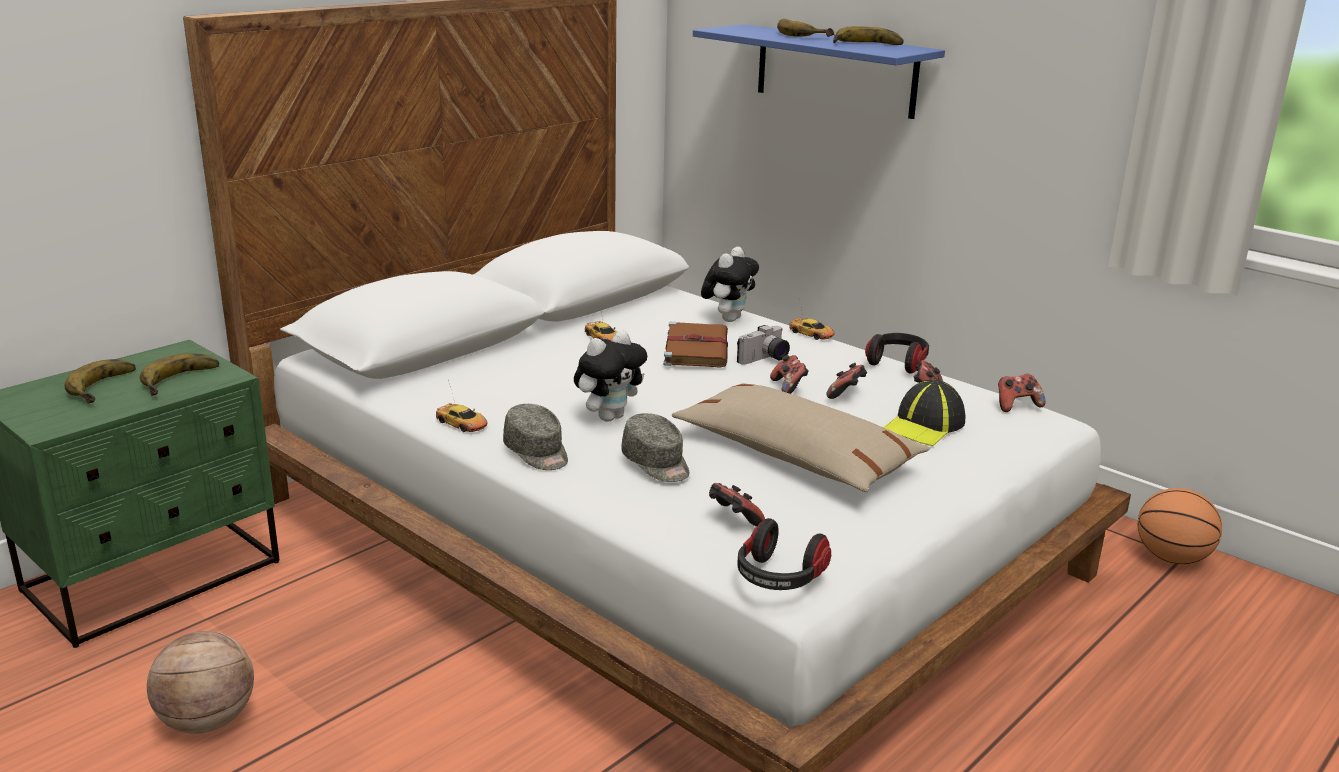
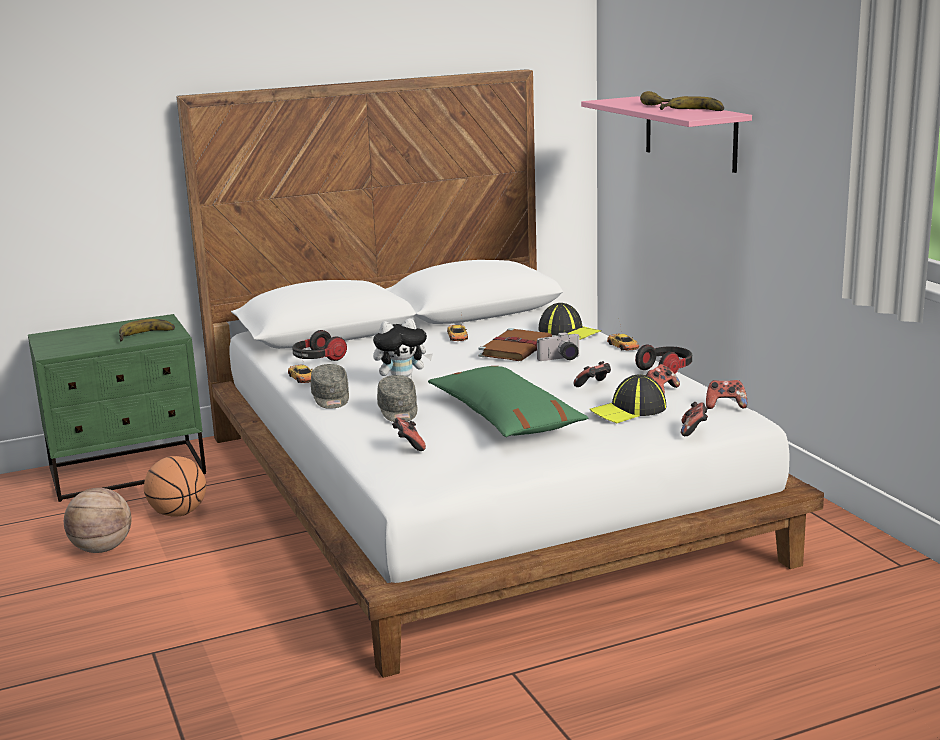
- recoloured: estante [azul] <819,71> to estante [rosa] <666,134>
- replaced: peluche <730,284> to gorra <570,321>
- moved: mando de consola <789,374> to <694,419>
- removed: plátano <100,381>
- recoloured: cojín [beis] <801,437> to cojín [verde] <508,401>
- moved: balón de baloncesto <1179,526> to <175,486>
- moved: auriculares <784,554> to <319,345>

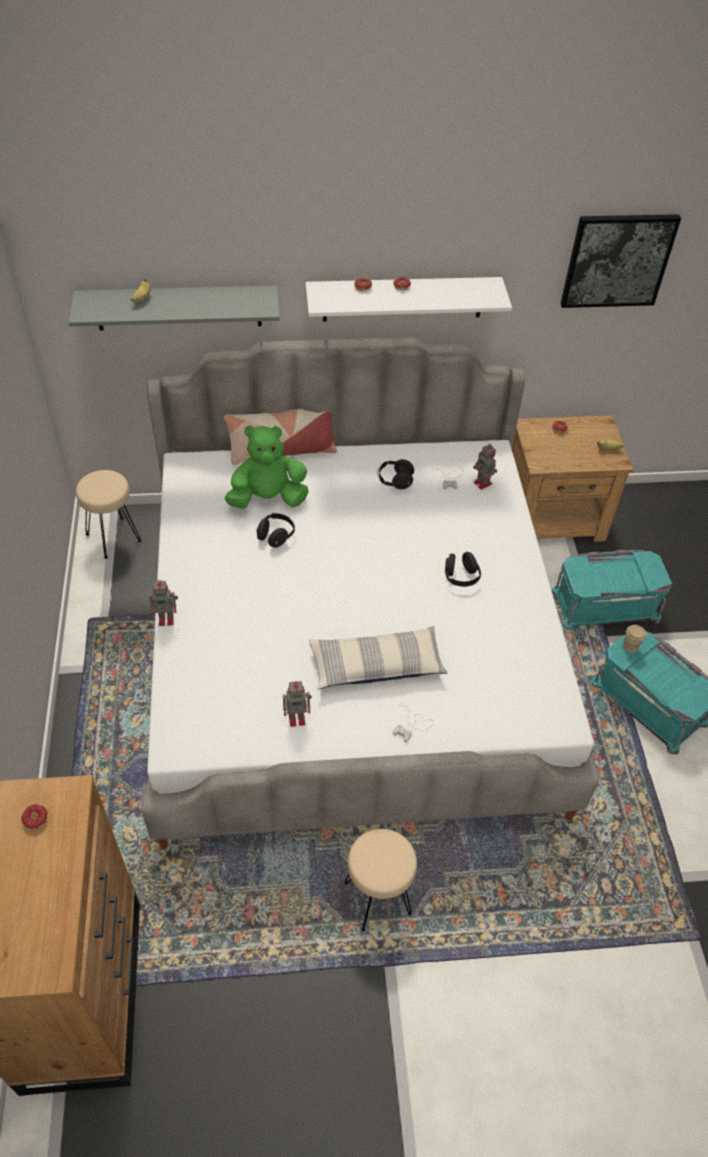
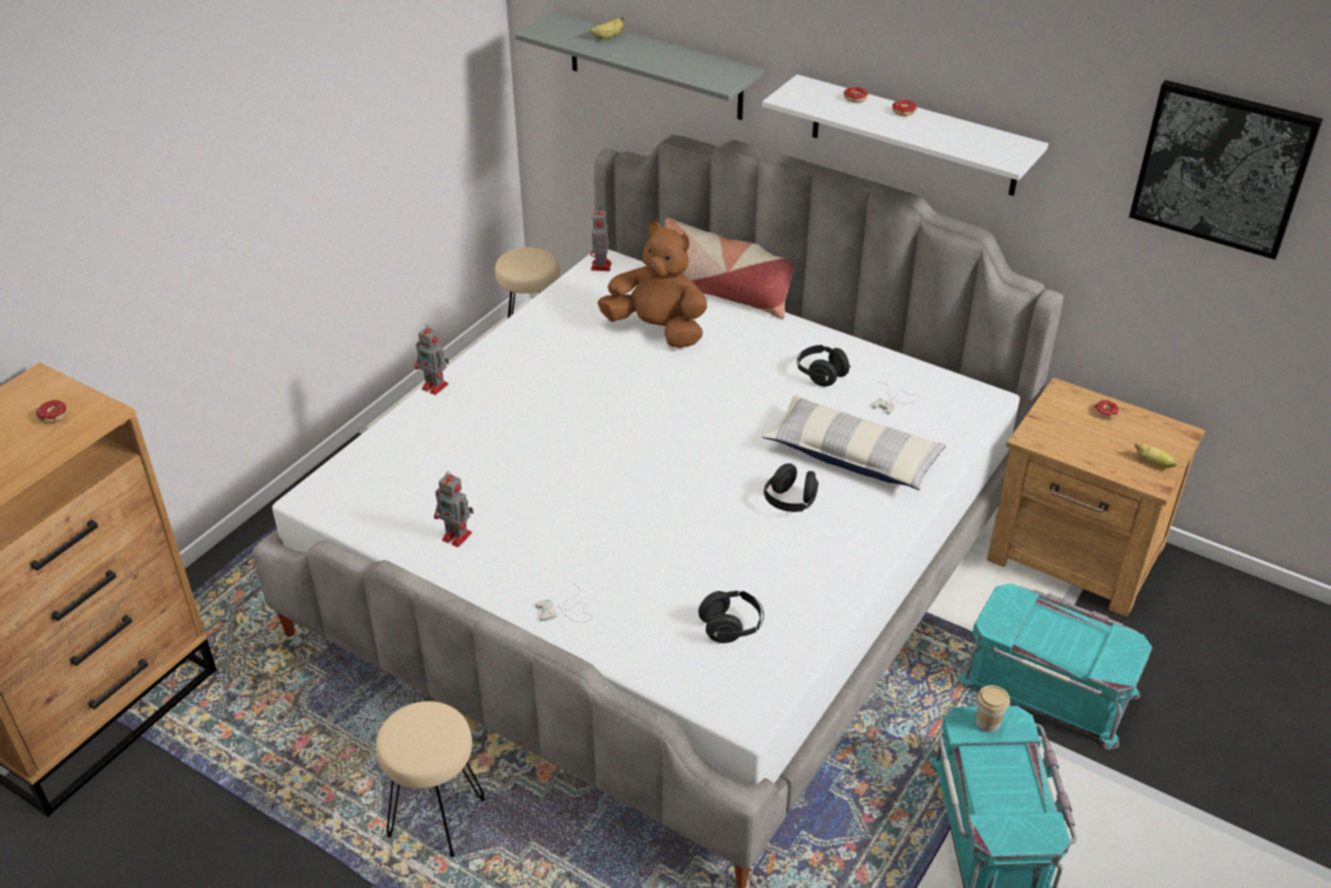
- recoloured: peluche [verde] <267,467> to peluche [marrón] <652,284>
- moved: robot de juguete <485,466> to <601,238>
- moved: auriculares [negro] <275,530> to <731,617>
- moved: cojín <378,658> to <854,442>

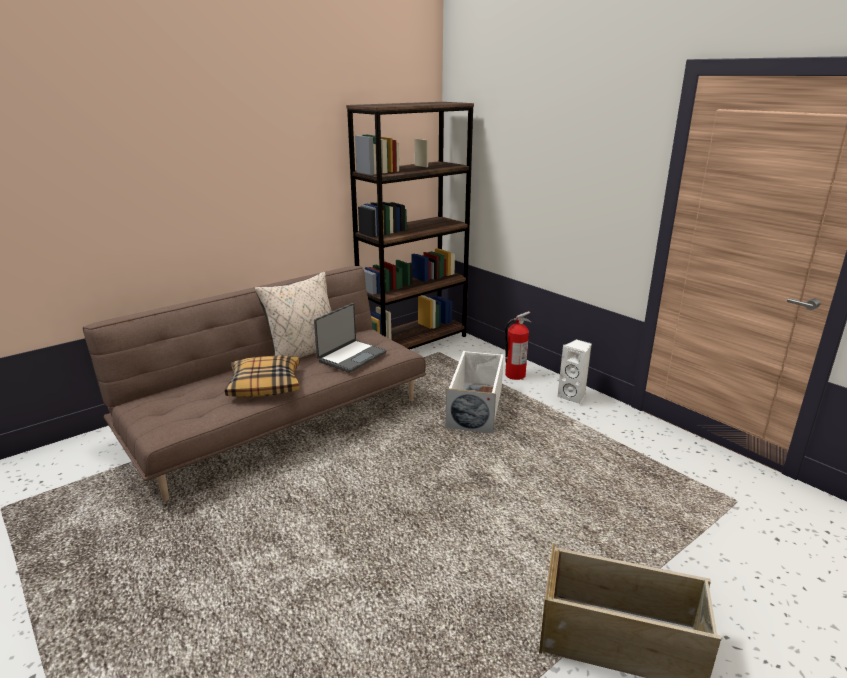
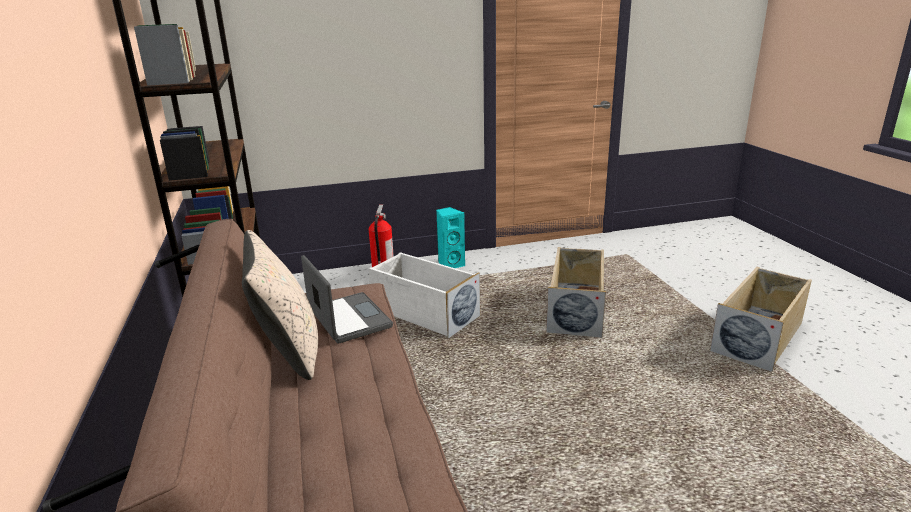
- recoloured: altavoz [blanco] <574,372> to altavoz [turquesa] <451,237>
- removed: cojín <262,376>
- added: caja de almacenaje [beis] <576,292>

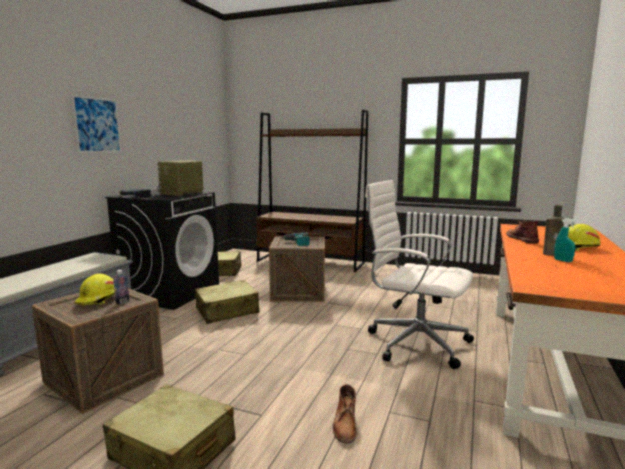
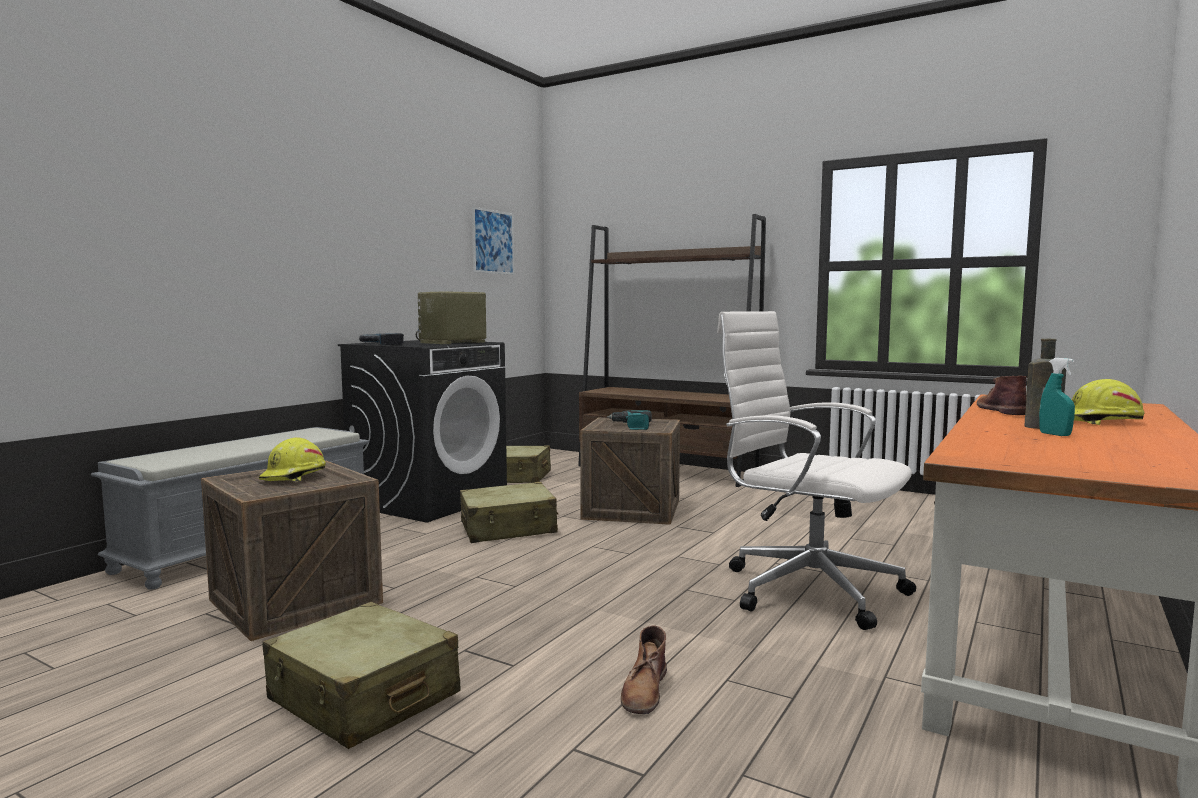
- moved: cuadro <96,124> to <493,241>
- removed: botella <121,287>

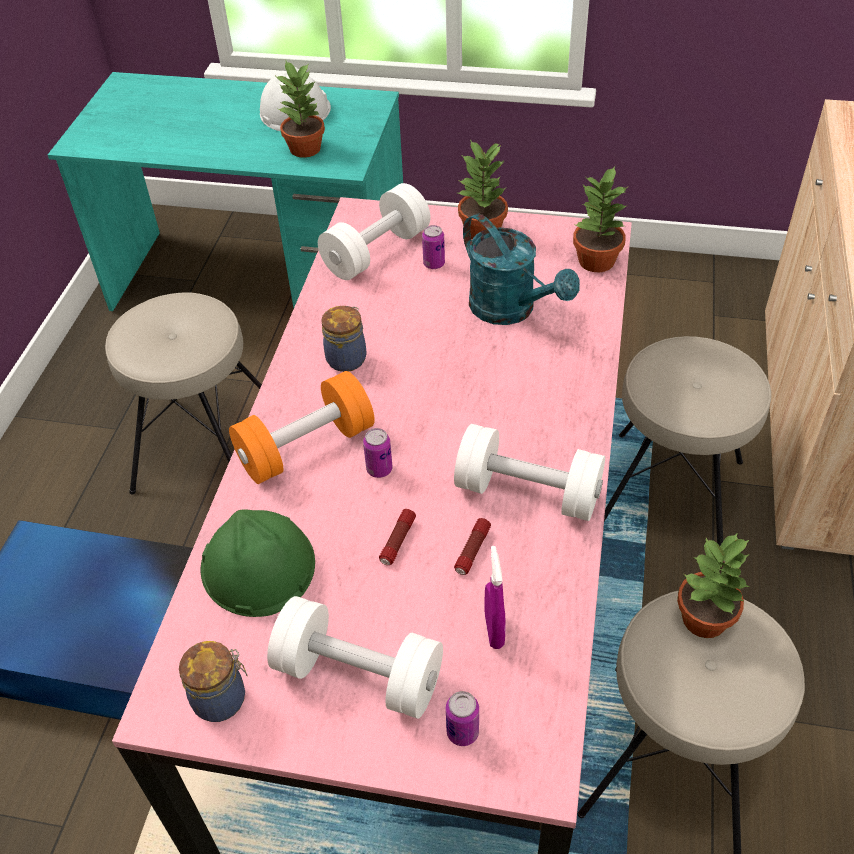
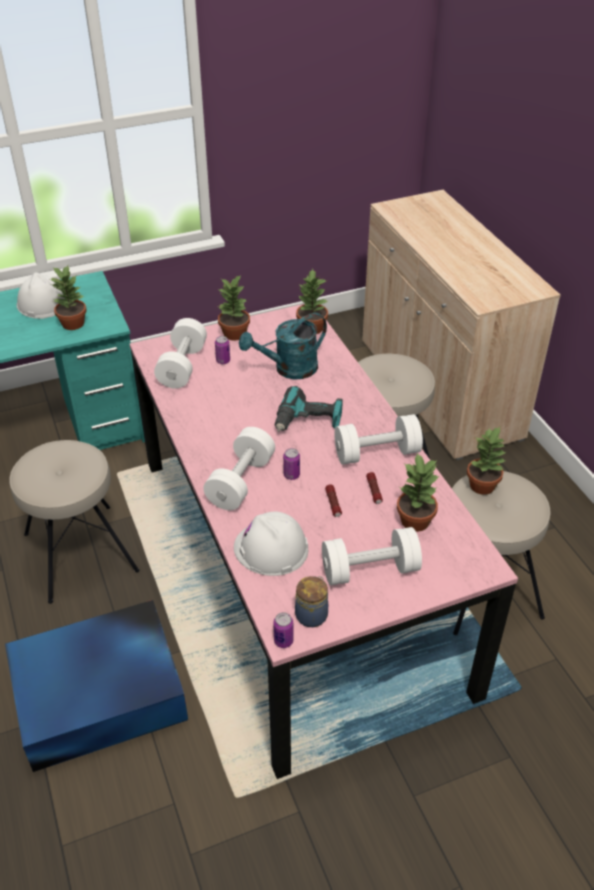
- turned: regadera [turquesa] <521,269> = <283,346> 135 degrees clockwise
- removed: tarro <343,339>
- recoloured: mancuerna [naranja] <302,427> to mancuerna [blanco] <239,468>
- recoloured: casco [verde] <258,563> to casco [blanco] <271,543>
- replaced: pulverizador [morado] <495,597> to planta en maceta <418,492>
- moved: lata <462,718> to <283,630>
- added: taladro <308,409>

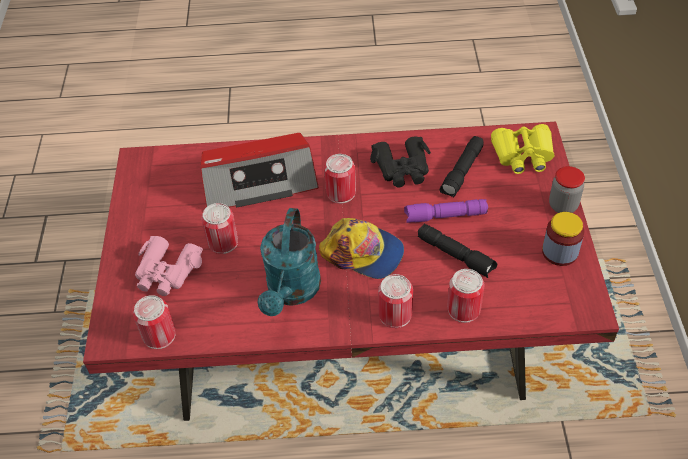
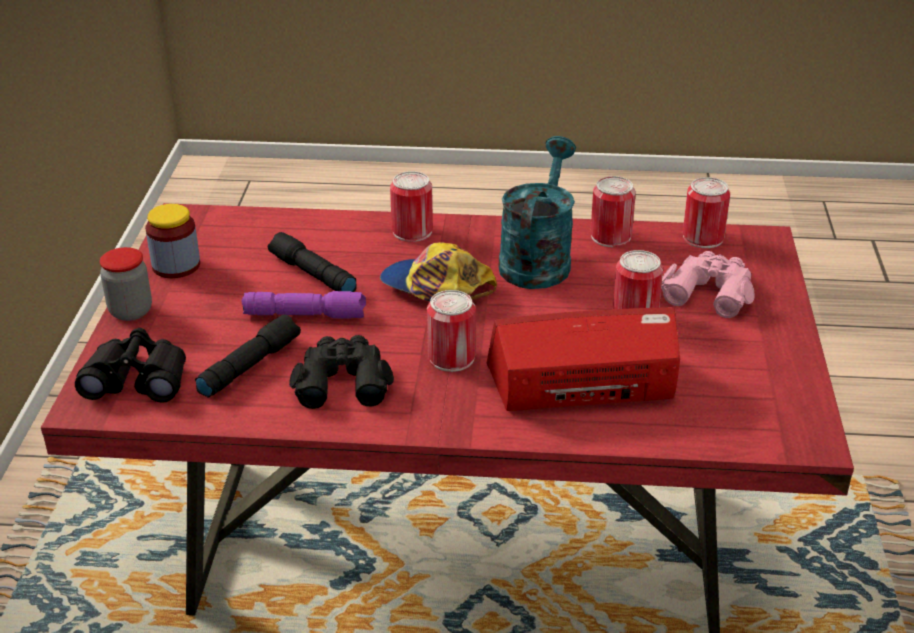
- recoloured: prismáticos [amarillo] <522,149> to prismáticos [negro] <130,365>
- moved: lata <466,296> to <613,211>

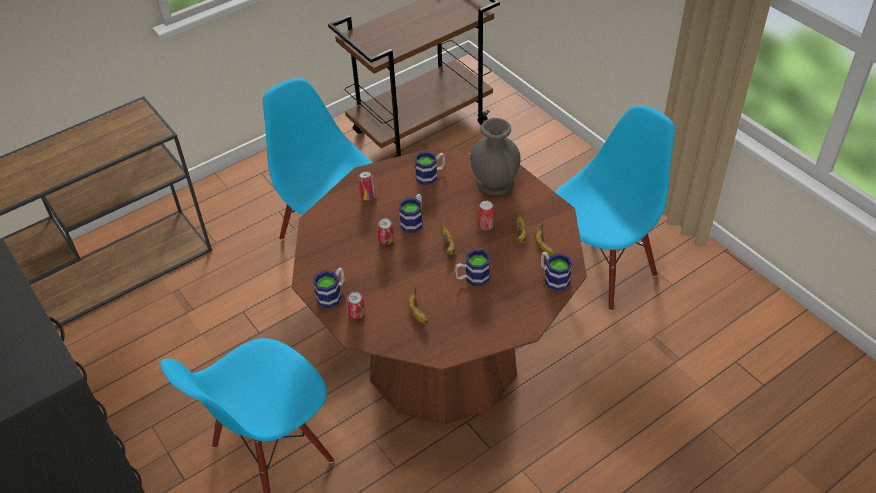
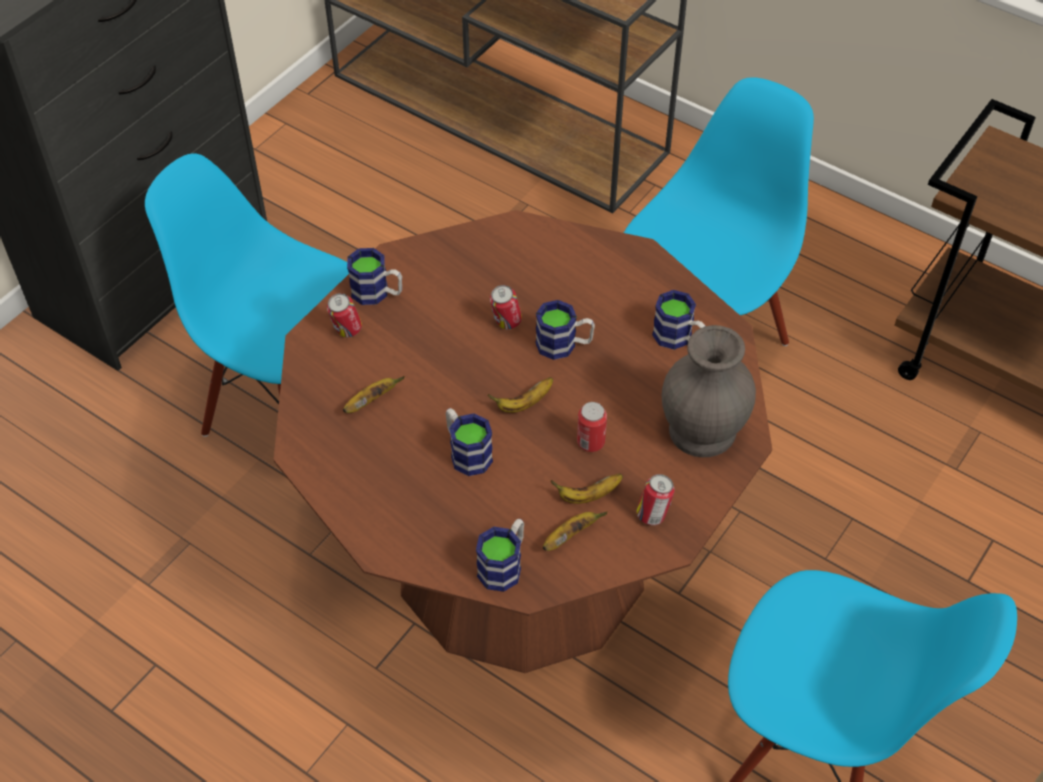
- moved: lata <367,185> to <655,499>

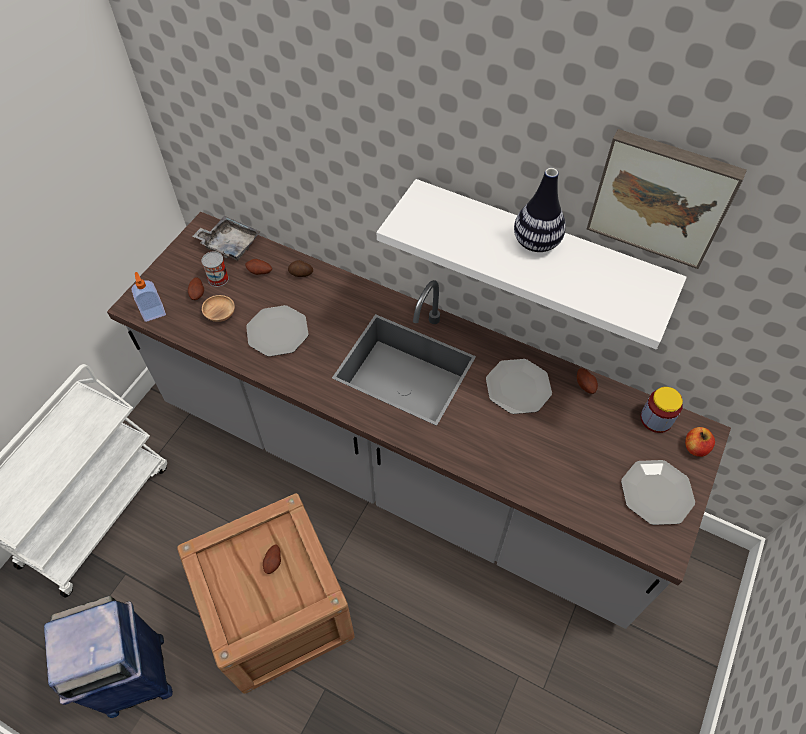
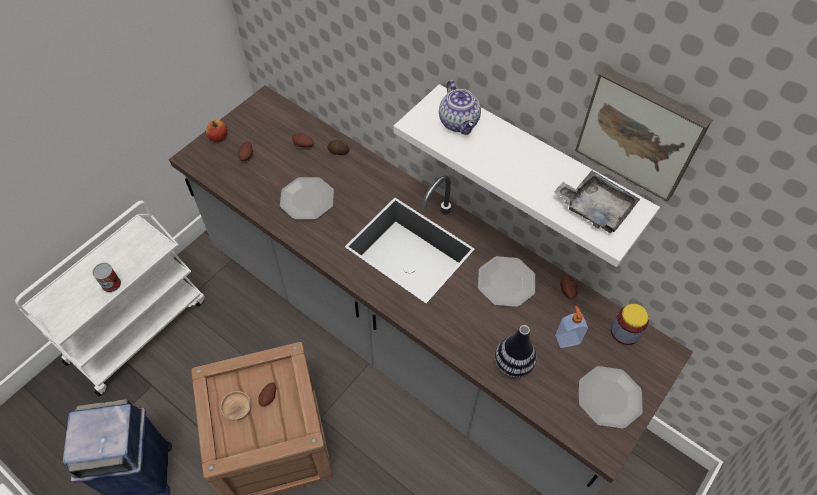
- moved: florero <540,210> to <516,351>
- moved: bandeja [gris] <226,238> to <597,202>
- moved: lata <215,269> to <106,277>
- moved: dispensador de jabón <148,297> to <571,327>
- moved: cuenco [marrón] <218,308> to <235,405>
- moved: manzana <700,442> to <216,131>
- added: tetera <460,107>

